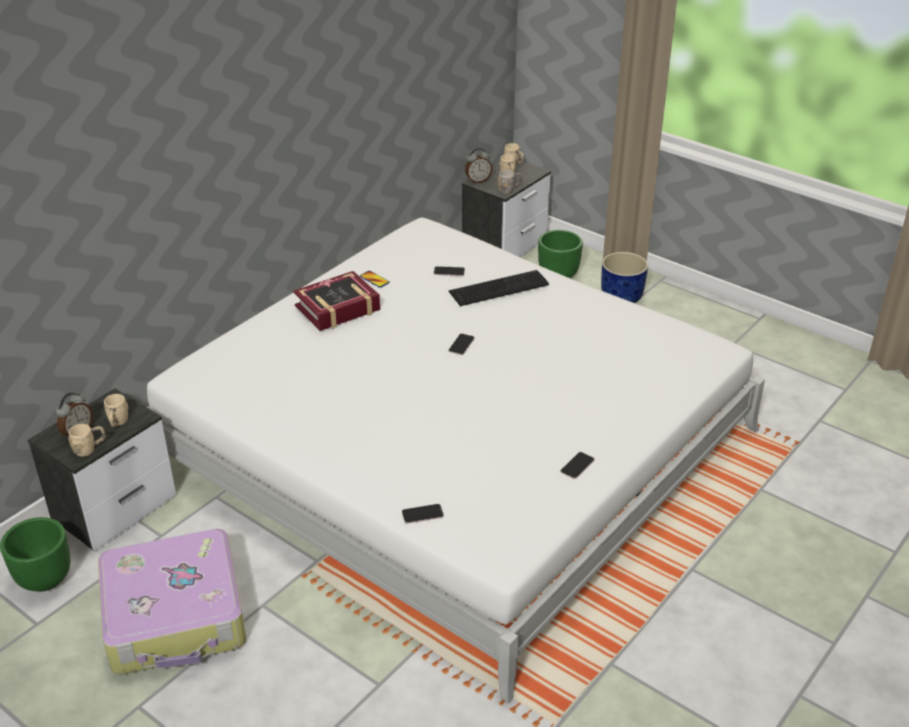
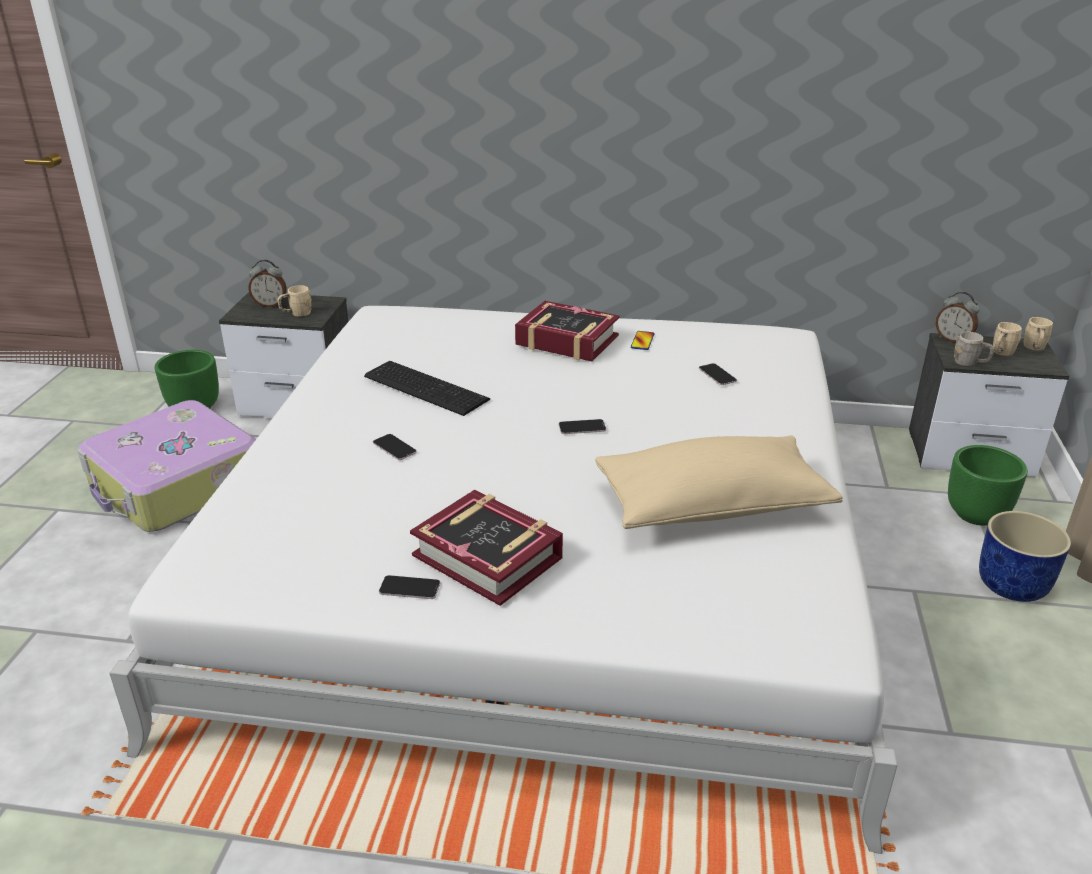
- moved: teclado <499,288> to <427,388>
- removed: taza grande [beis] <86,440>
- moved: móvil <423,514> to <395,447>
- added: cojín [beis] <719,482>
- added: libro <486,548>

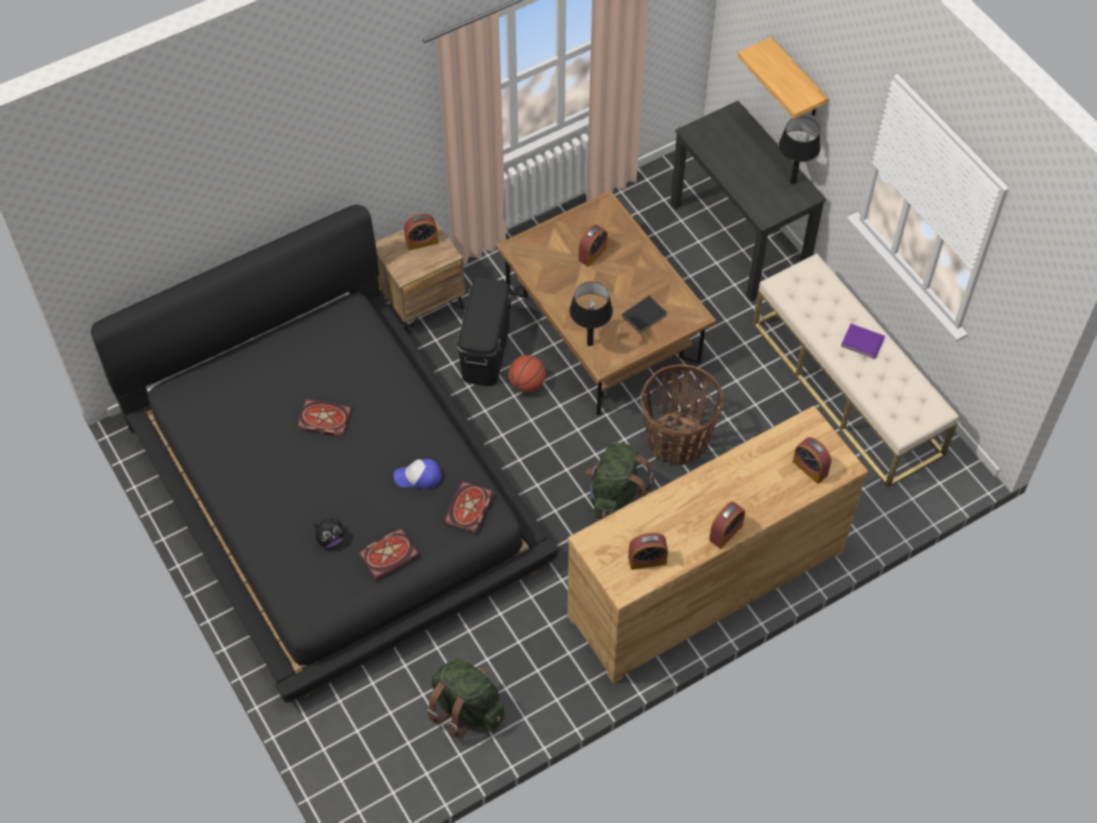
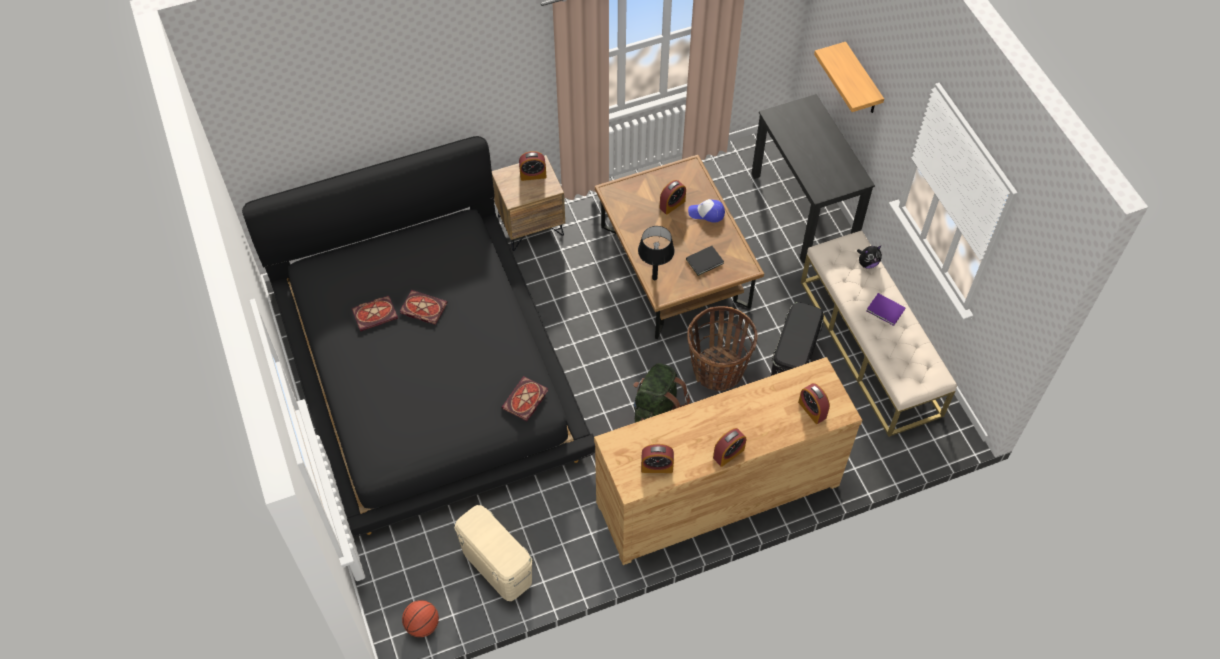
- removed: lámpara de mesa [negro] <800,150>
- moved: caja de almacenaje [negro] <484,332> to <797,339>
- moved: balón de baloncesto <527,373> to <420,618>
- moved: gorra <417,474> to <706,211>
- moved: peluche <329,532> to <869,257>
- moved: libro <389,554> to <375,313>
- replaced: mochila [verde] <466,698> to caja de almacenaje [beis] <494,553>

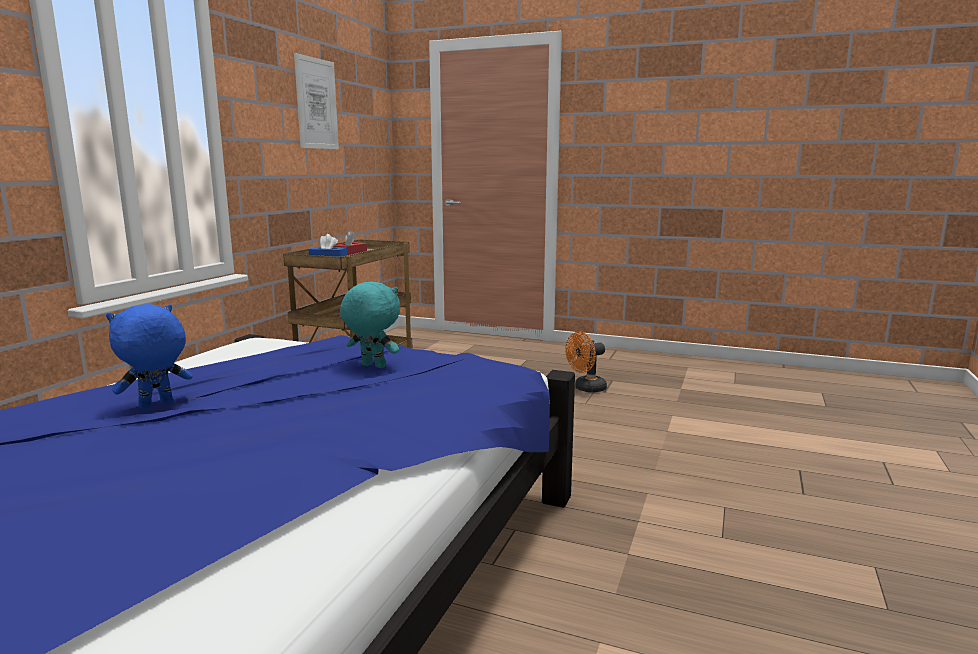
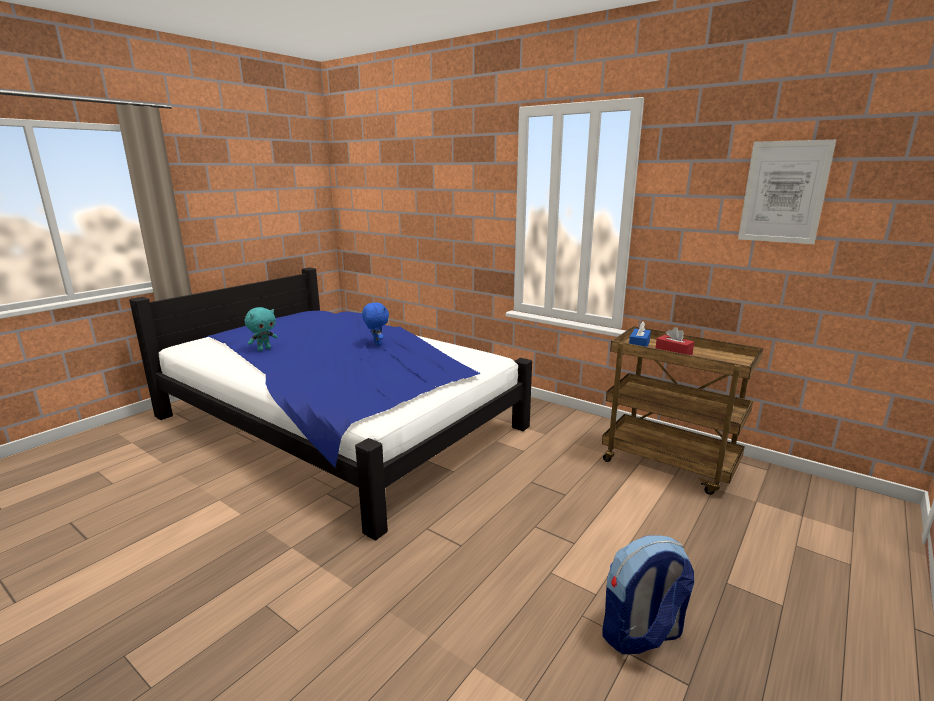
- moved: peluche [turquesa] <370,325> to <261,329>
- replaced: ventilador [naranja] <586,362> to mochila <648,595>

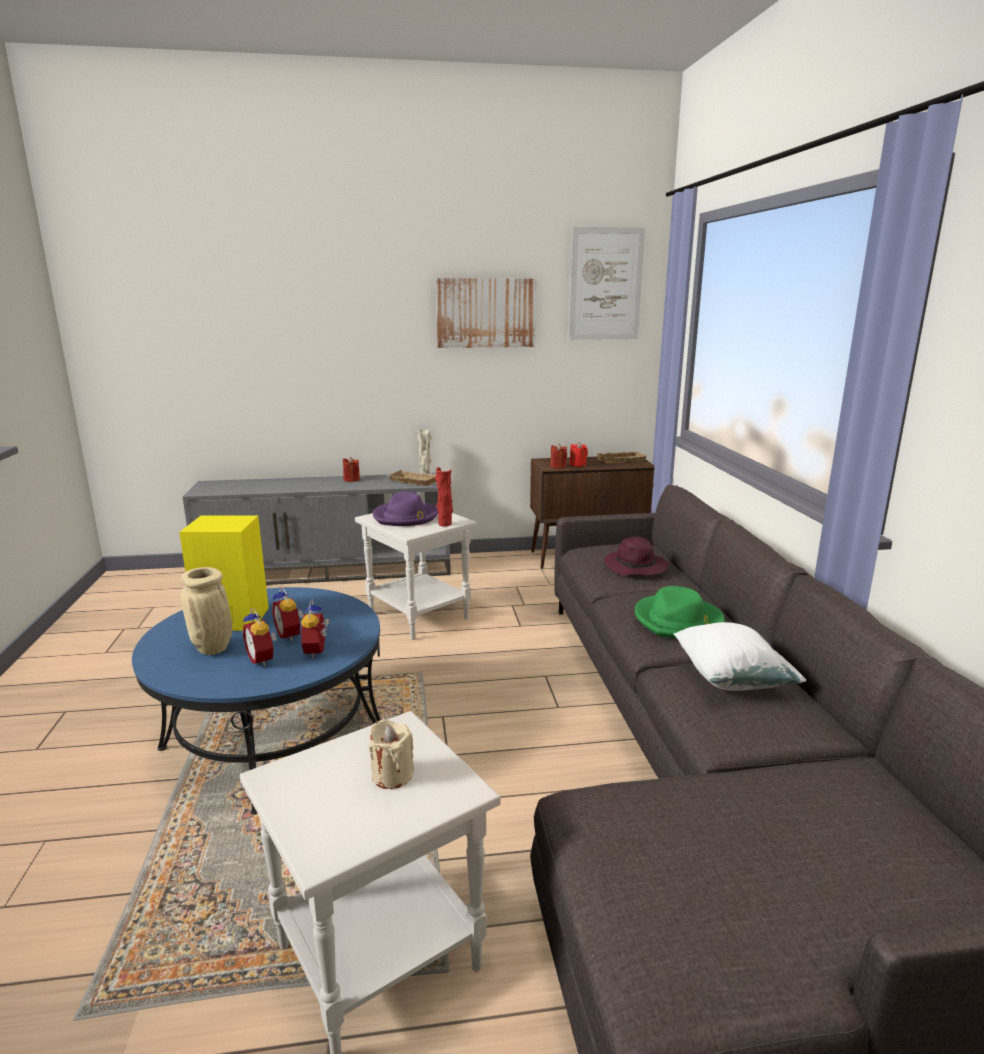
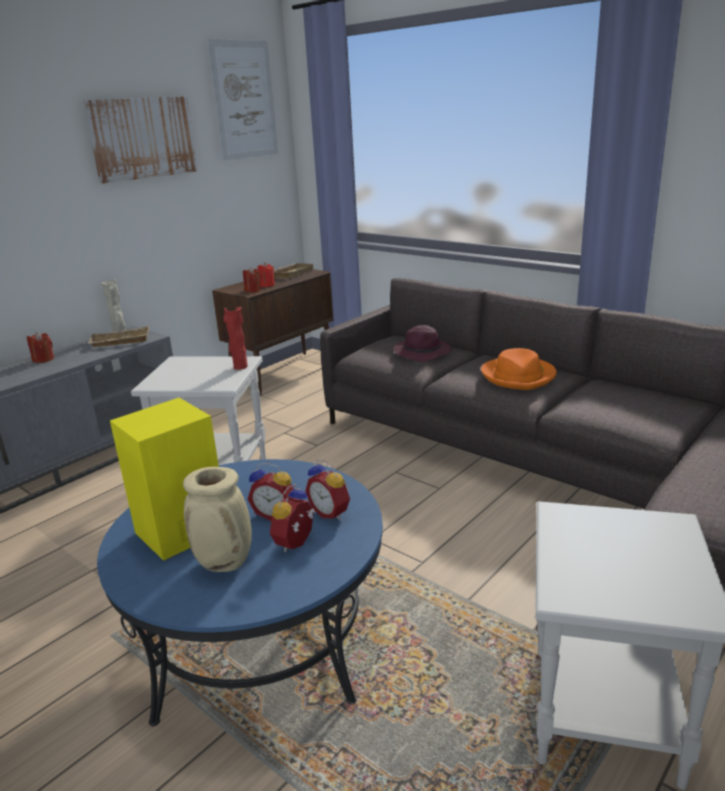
- removed: sombrero [morado] <405,509>
- recoloured: sombrero [verde] <680,612> to sombrero [naranja] <519,369>
- turned: despertador <260,637> = <292,518> 105 degrees clockwise
- removed: cojín [blanco] <740,656>
- removed: vela [beis] <391,754>

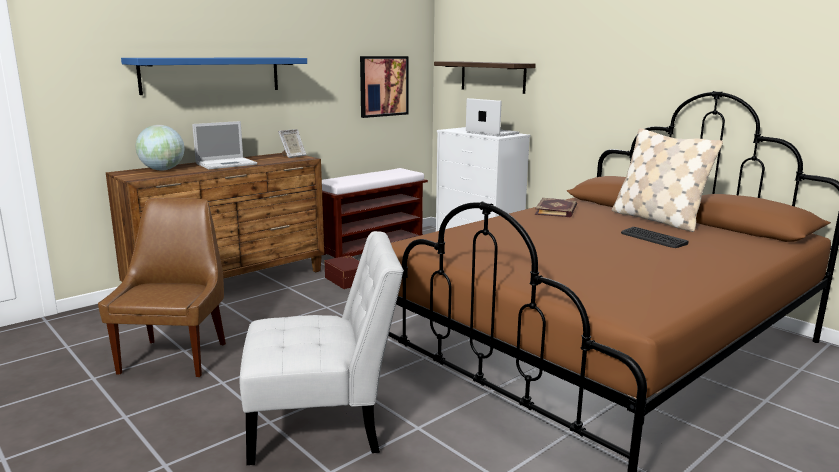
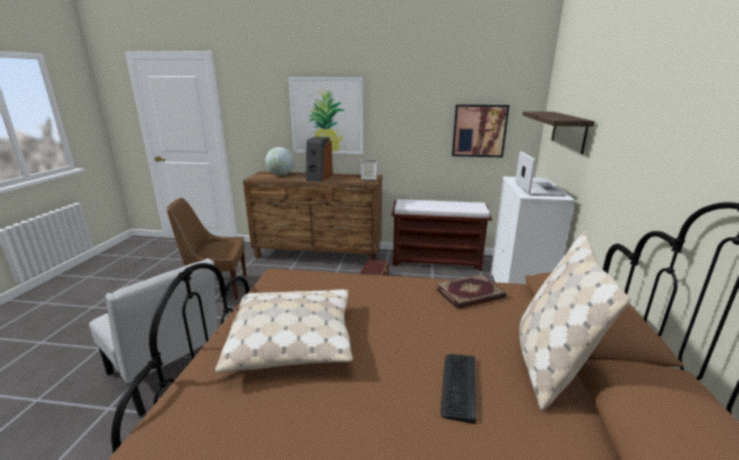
- replaced: estante [azul] <214,76> to cuadro <325,115>
- replaced: portátil <224,145> to altavoz <319,159>
- turned: silla [marrón] <162,287> = <206,249> 150 degrees counterclockwise
- added: cojín [beis] <284,330>

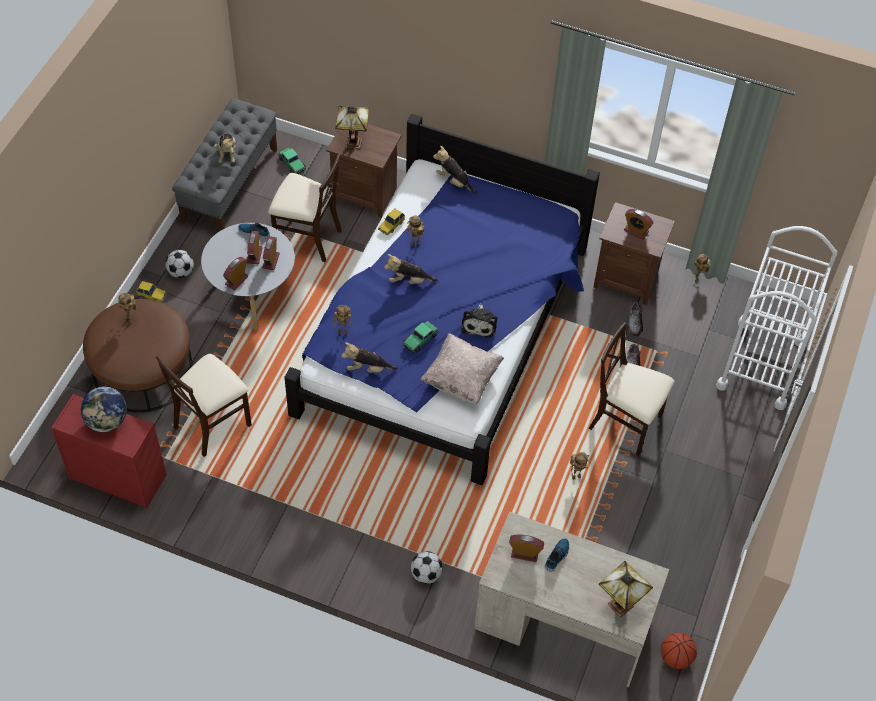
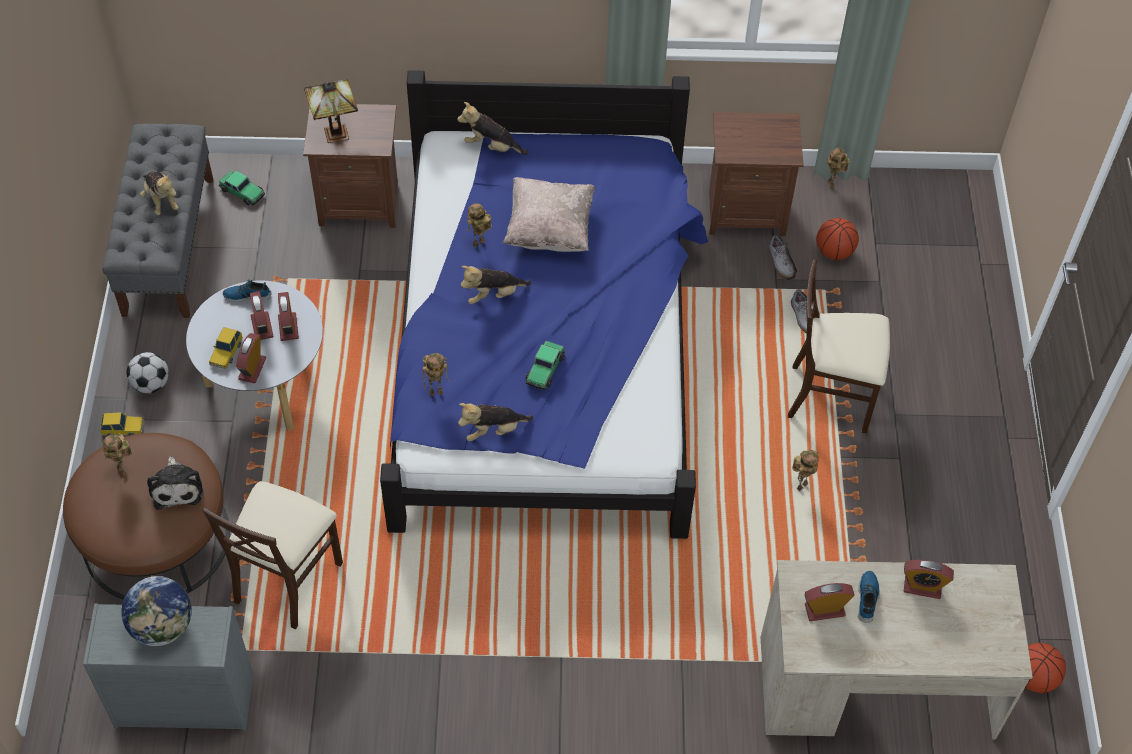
- removed: silla [beis] <305,207>
- moved: coche de juguete <391,222> to <226,348>
- moved: despertador <638,224> to <929,579>
- removed: carrito [blanco] <776,318>
- moved: peluche <479,320> to <175,483>
- moved: cojín [beis] <462,369> to <548,214>
- recoloured: cómoda [rojo] <109,451> to cómoda [gris] <168,667>
- removed: balón de fútbol <427,567>
- removed: lámpara de mesa <626,589>
- added: balón de baloncesto <837,239>

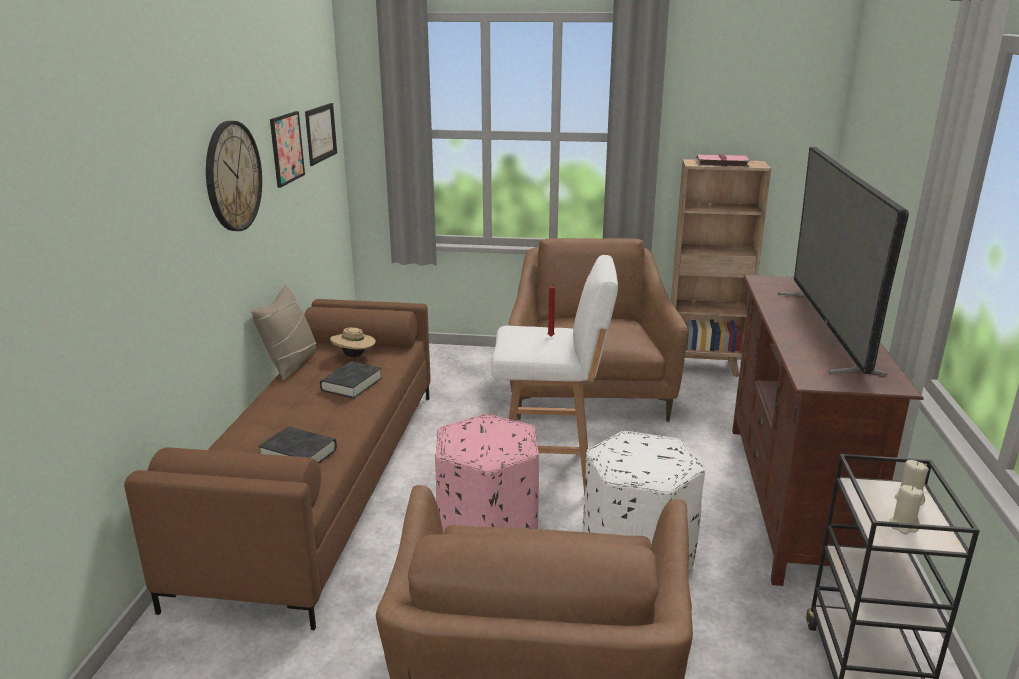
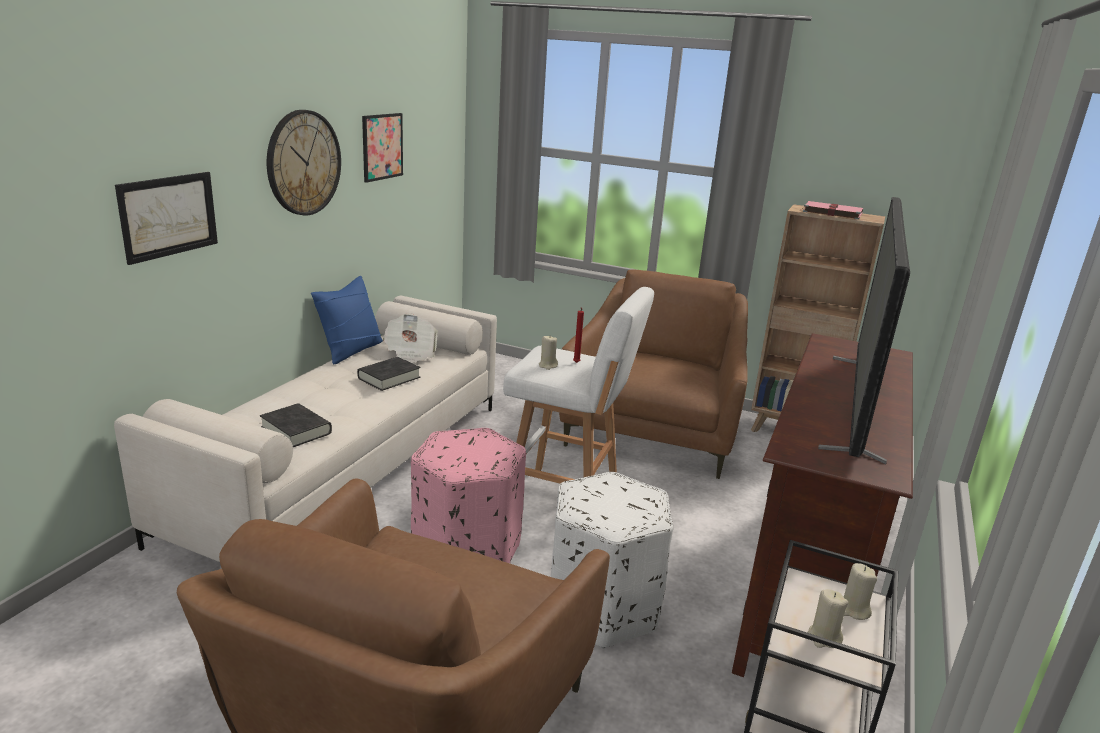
- moved: cuadro <321,134> to <166,218>
- recoloured: cojín [beis] <283,333> to cojín [azul] <347,320>
- recoloured: sofá [marrón] <277,464> to sofá [blanco] <305,429>
- replaced: sombrero [beis] <353,342> to periódico <410,338>
- added: vela [beis] <548,353>

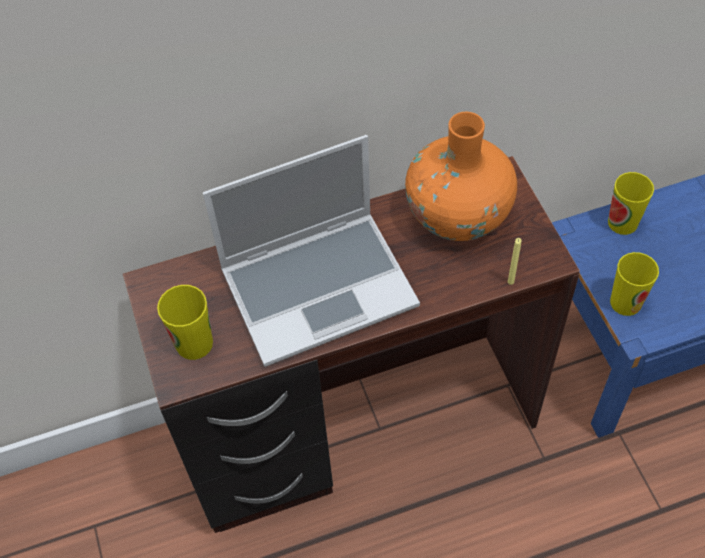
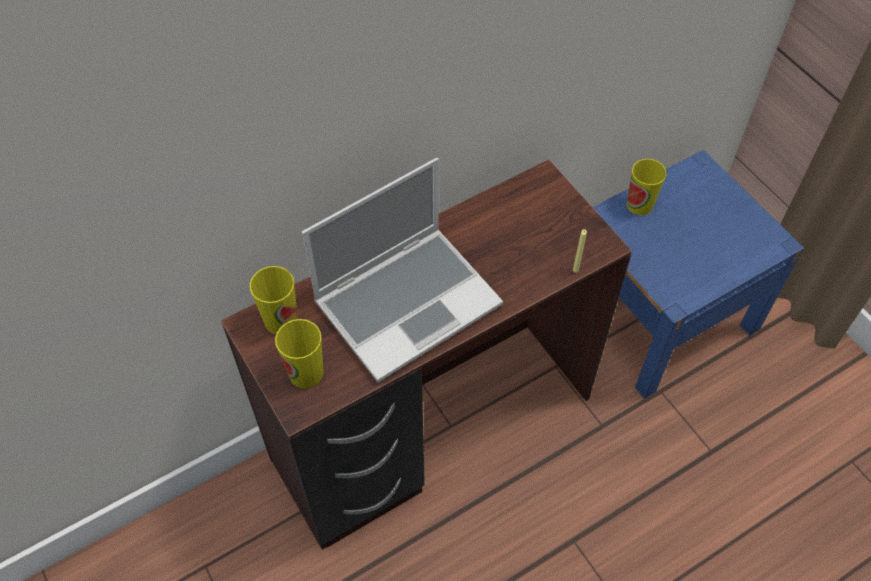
- removed: florero [naranja] <461,176>
- moved: taza <634,284> to <274,300>

